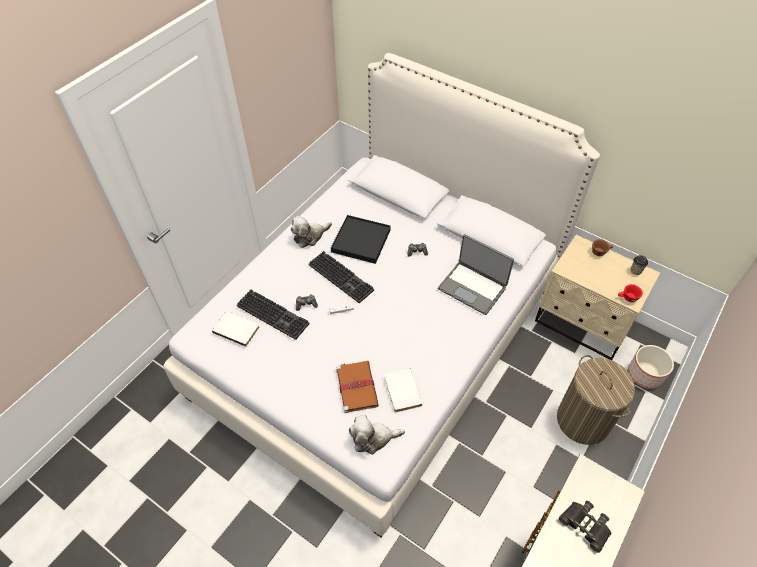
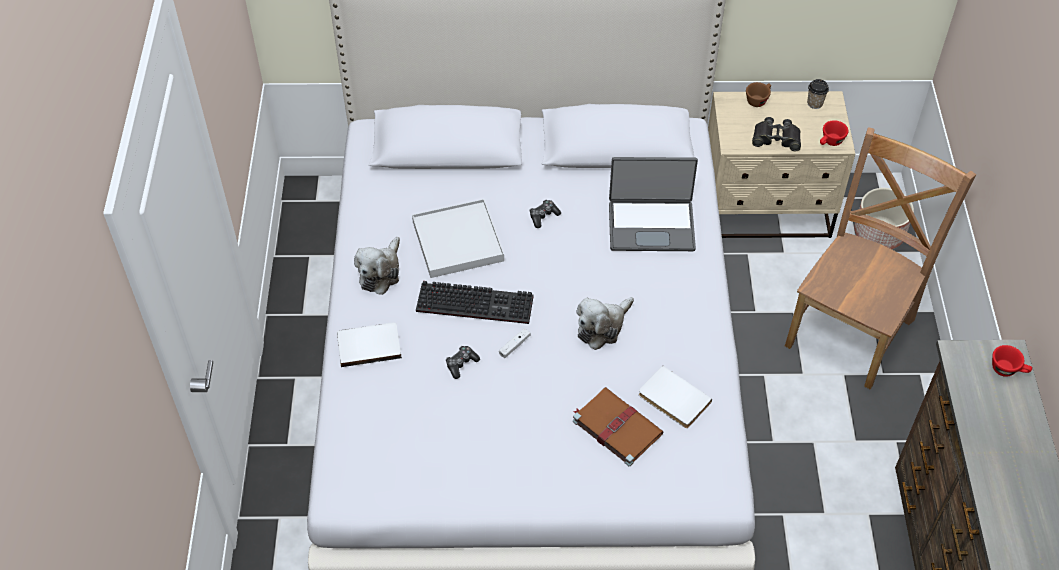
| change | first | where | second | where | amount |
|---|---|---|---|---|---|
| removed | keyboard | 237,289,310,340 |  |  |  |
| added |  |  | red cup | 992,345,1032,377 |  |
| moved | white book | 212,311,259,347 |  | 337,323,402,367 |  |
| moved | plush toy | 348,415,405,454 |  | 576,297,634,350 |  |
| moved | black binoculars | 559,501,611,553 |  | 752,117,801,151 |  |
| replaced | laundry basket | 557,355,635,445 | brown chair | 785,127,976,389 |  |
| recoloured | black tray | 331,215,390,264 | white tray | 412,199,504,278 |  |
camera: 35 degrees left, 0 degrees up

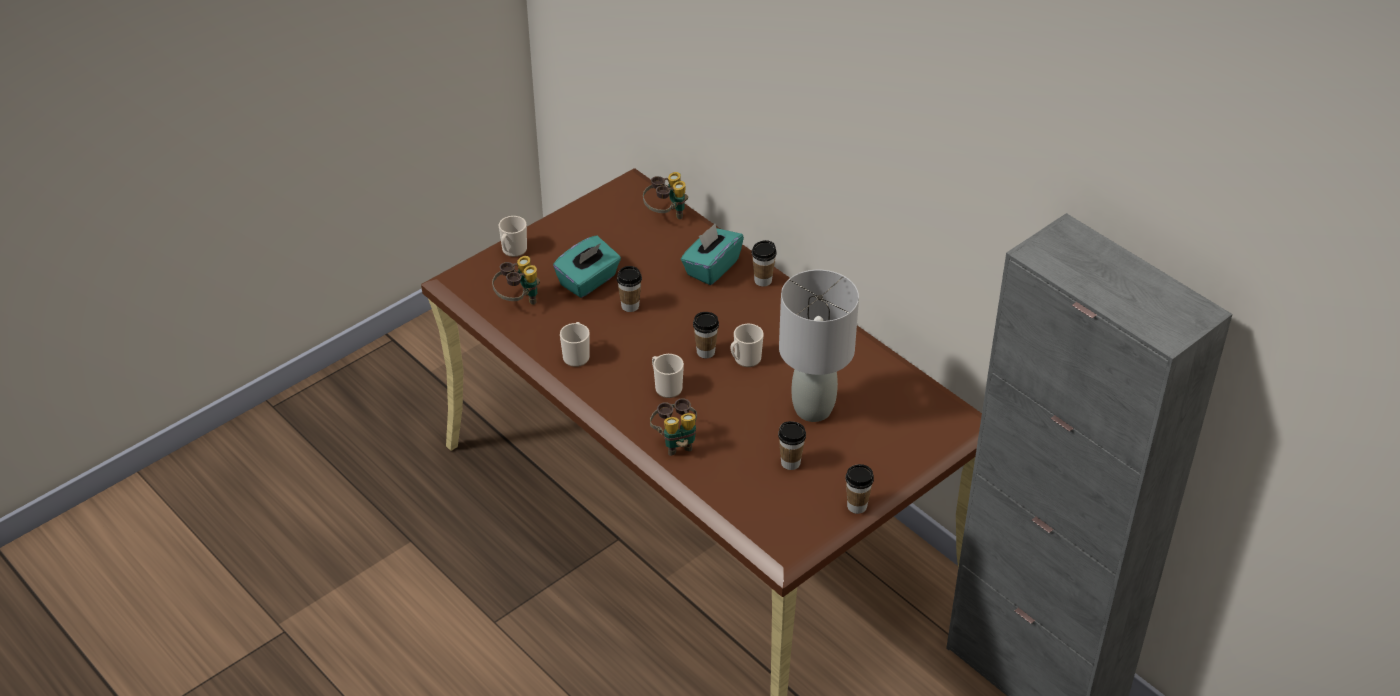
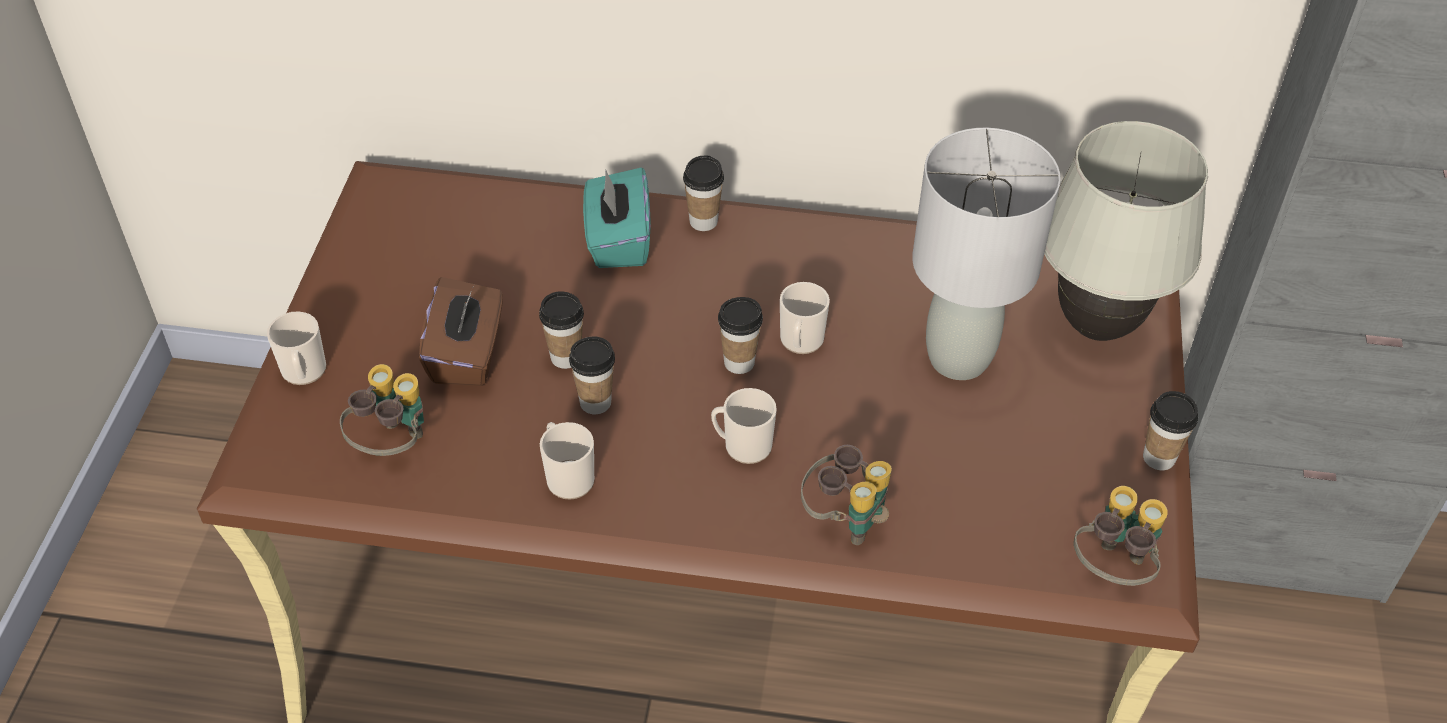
| change | first | where | second | where | amount |
|---|---|---|---|---|---|
| added |  |  | white table lamp | 1044,121,1208,341 |  |
| moved | binoculars | 643,172,688,219 |  | 1074,486,1168,586 |  |
| moved | cup | 778,421,806,470 |  | 569,337,615,414 |  |
| recoloured | turquoise tissue box | 553,236,621,298 | brown tissue box | 419,277,503,386 |  |
camera: 40 degrees left, 5 degrees up

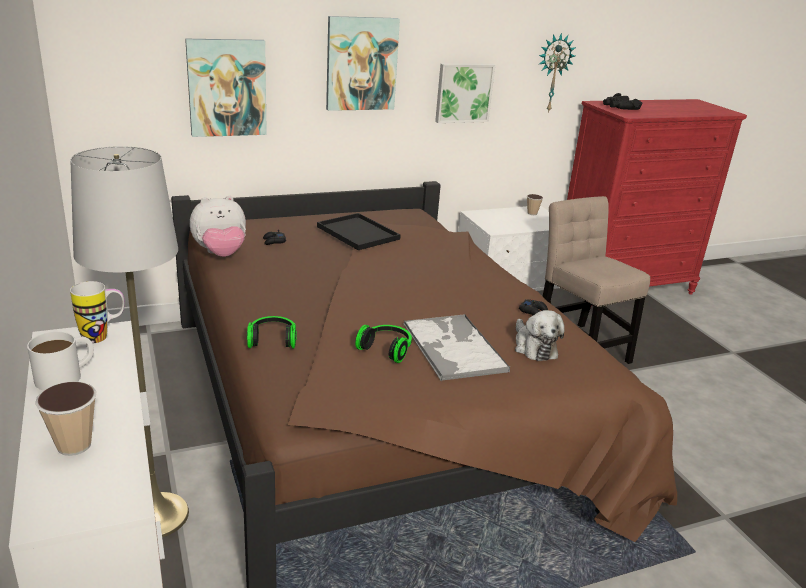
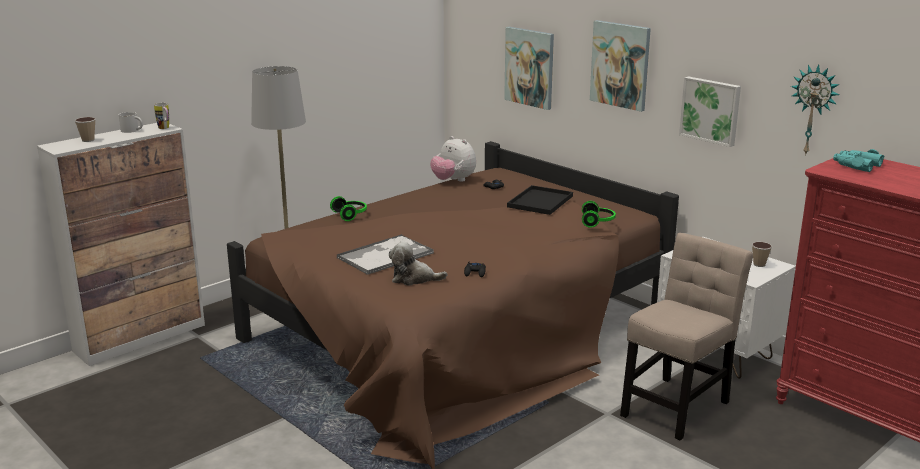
| change | first | where | second | where | amount |
|---|---|---|---|---|---|
| moved | headphones | 355,325,412,363 |  | 582,201,616,228 |  |
| recoloured | black binoculars | 603,93,642,110 | turquoise binoculars | 833,149,885,172 |  |
| turned | plush toy | 515,310,565,361 |  | 389,241,447,286 | 45 degrees clockwise |
camera: 70 degrees right, 5 degrees down

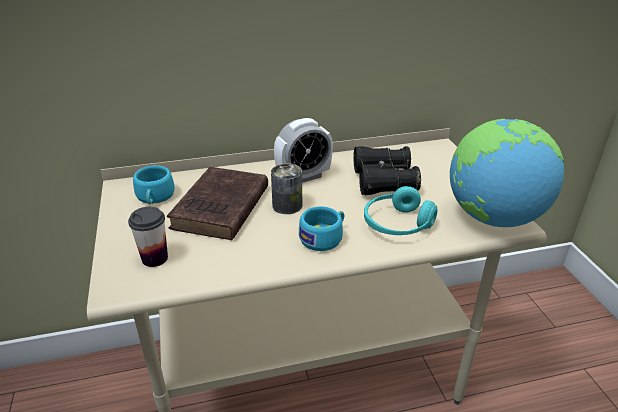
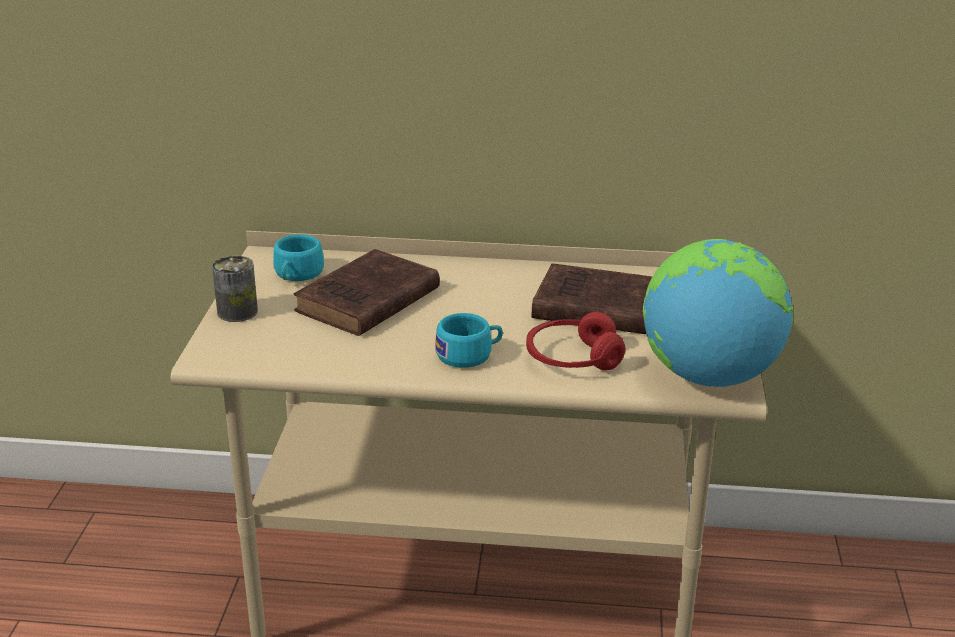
| change | first | where | second | where | amount |
|---|---|---|---|---|---|
| removed | cup | 128,207,168,267 |  |  |  |
| removed | alarm clock | 274,118,333,183 |  |  |  |
| moved | can | 271,163,302,214 |  | 212,256,258,322 |  |
| replaced | black binoculars | 354,146,421,195 | brown book | 531,263,652,334 |  |
| recoloured | turquoise headphones | 364,186,437,235 | red headphones | 526,312,625,370 |  |
camera: 20 degrees right, 5 degrees down

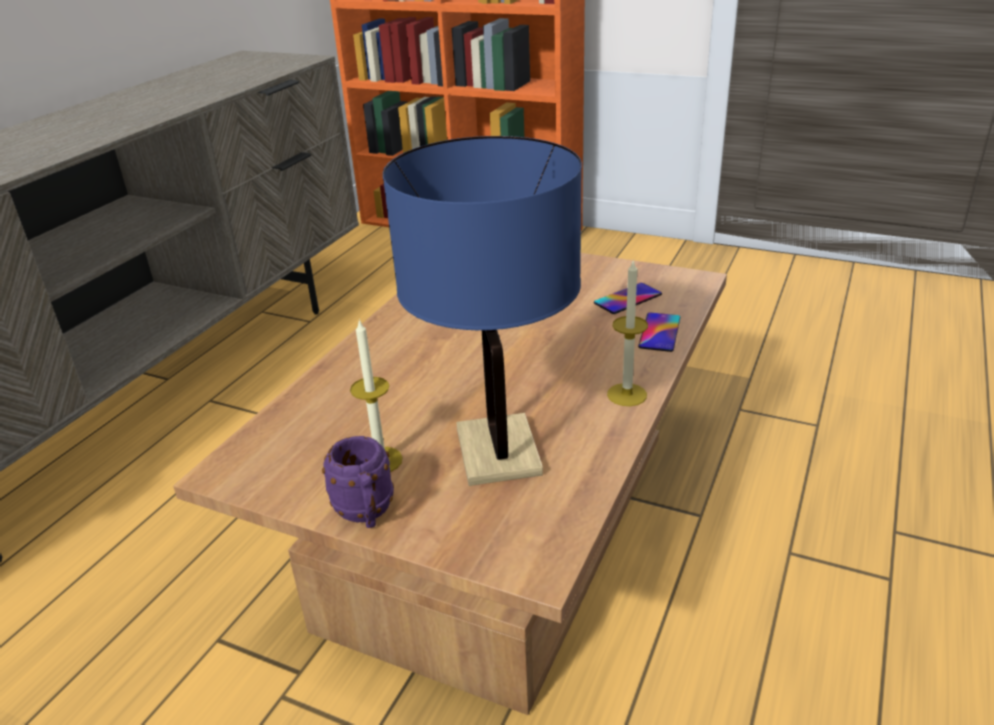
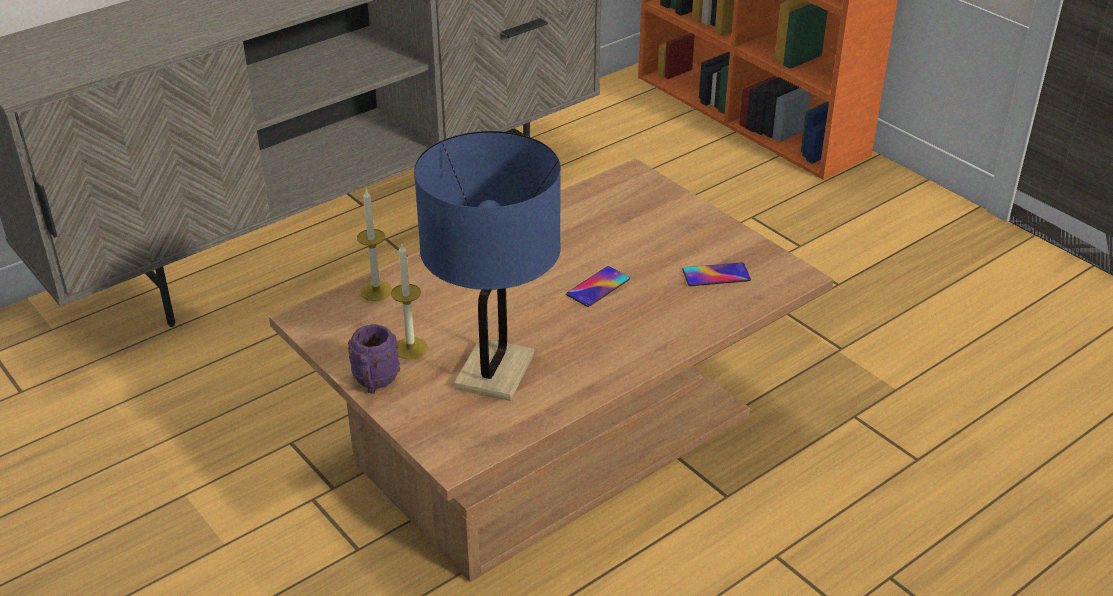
| change | first | where | second | where | amount |
|---|---|---|---|---|---|
| moved | candle | 607,259,648,406 |  | 357,190,393,301 |  |
| moved | phone | 638,312,680,352 |  | 566,266,630,307 |  |
camera: 25 degrees right, 5 degrees up

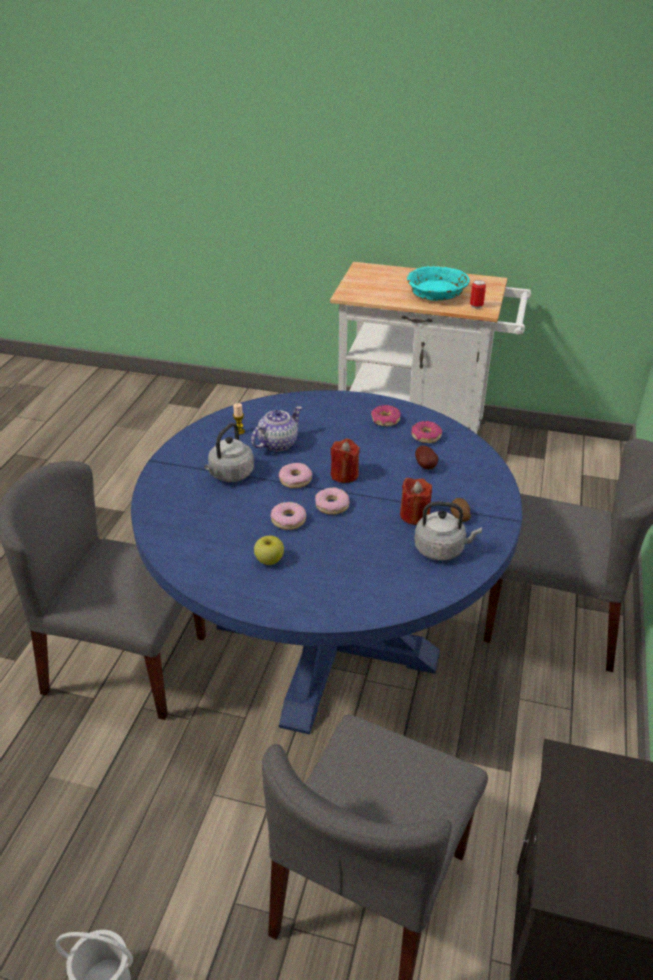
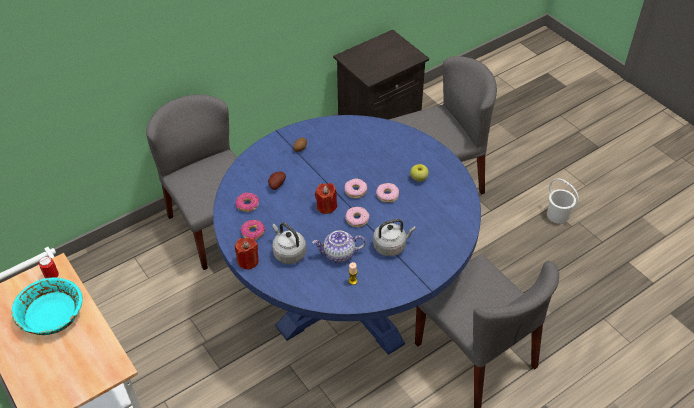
| change | first | where | second | where | amount |
|---|---|---|---|---|---|
| moved | red candle | 400,478,432,525 |  | 235,238,259,270 |  |
| moved | grey kettle | 414,501,482,561 |  | 272,223,306,264 |  |
camera: 140 degrees left, 10 degrees up

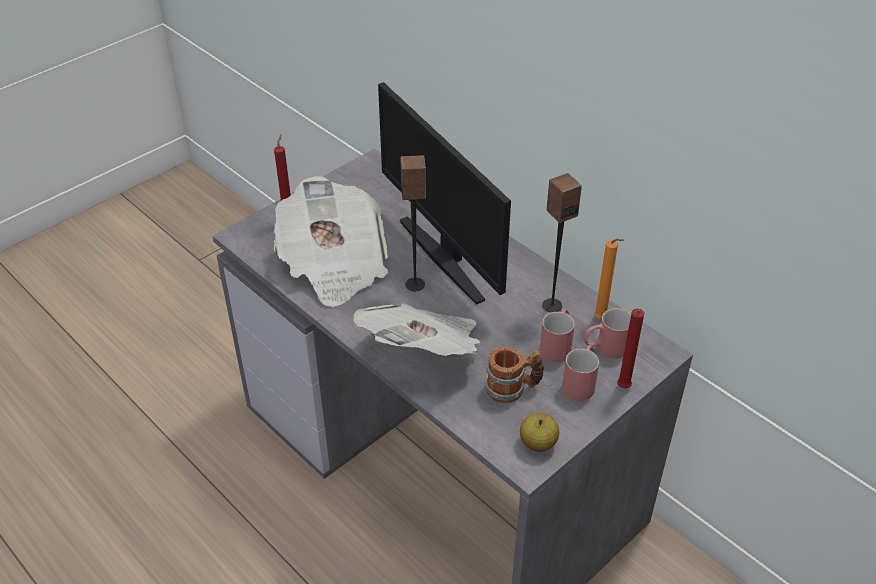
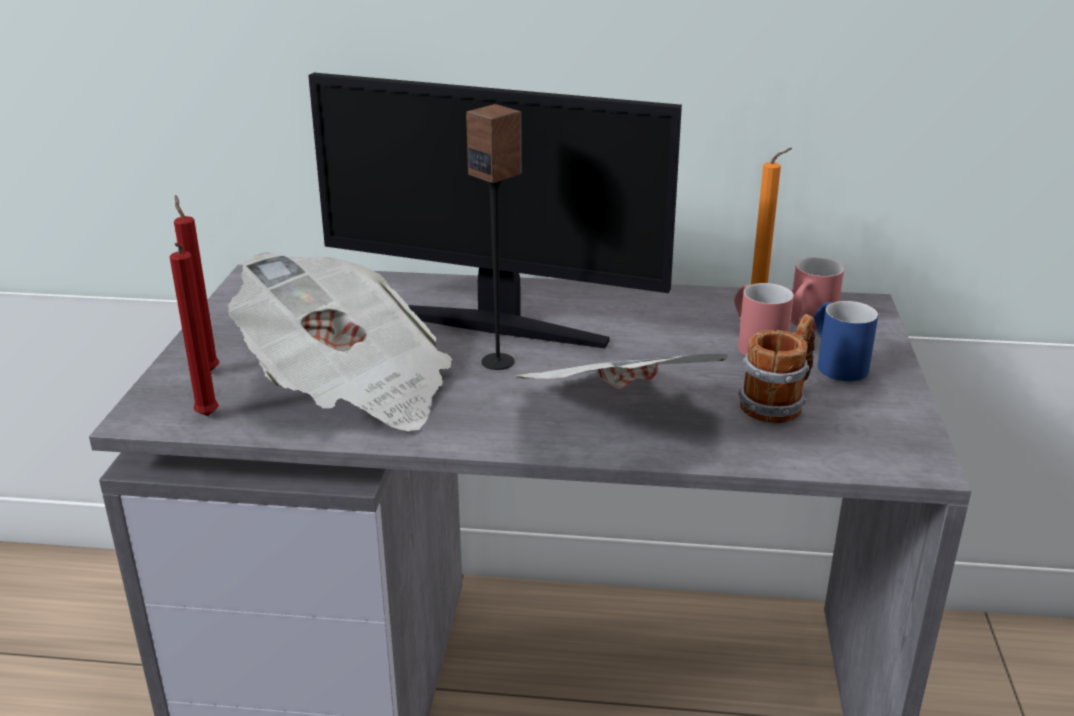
| change | first | where | second | where | amount |
|---|---|---|---|---|---|
| removed | apple | 520,413,559,452 |  |  |  |
| removed | speaker | 542,173,582,312 |  |  |  |
| moved | red candle | 617,309,644,389 |  | 169,243,219,416 |  |
| recoloured | red mug | 562,345,599,401 | blue mug | 815,301,878,381 |  |
camera: 40 degrees left, 15 degrees down

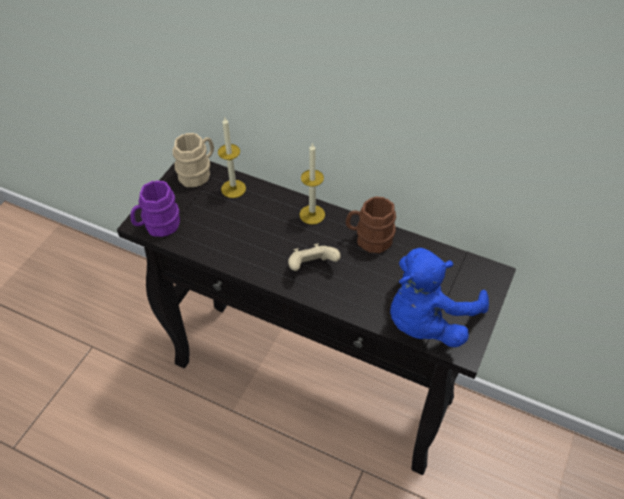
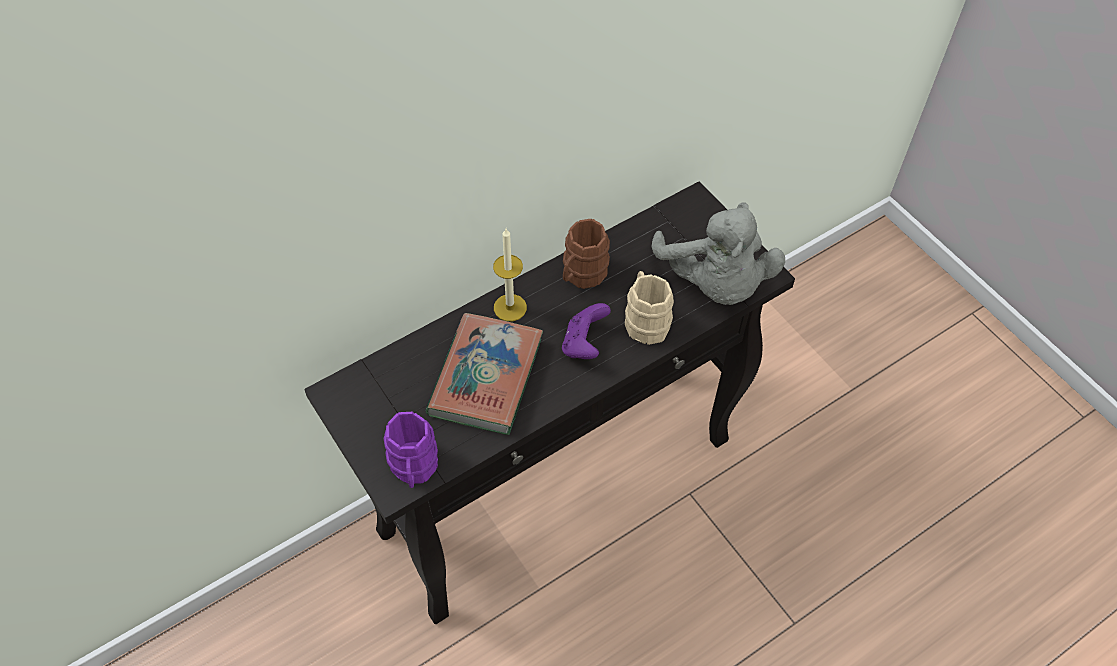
| change | first | where | second | where | amount |
|---|---|---|---|---|---|
| removed | candle | 218,116,246,198 |  |  |  |
| added |  |  | book | 426,313,543,435 |  |
| moved | beige mug | 173,133,214,187 |  | 625,271,674,345 |  |
| recoloured | beige game controller | 288,243,341,271 | purple game controller | 562,303,611,359 |  |
| recoloured | blue plush toy | 390,248,489,347 | grey plush toy | 652,203,785,305 |  |
camera: 60 degrees left, 5 degrees up

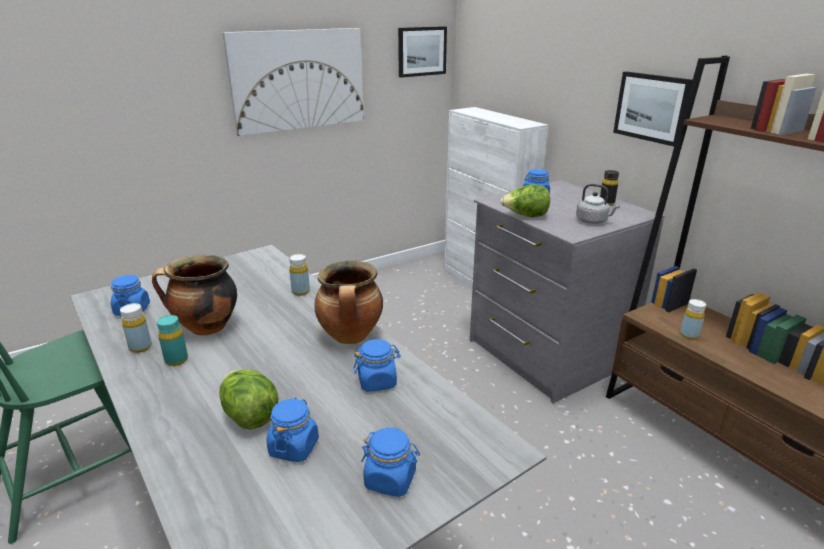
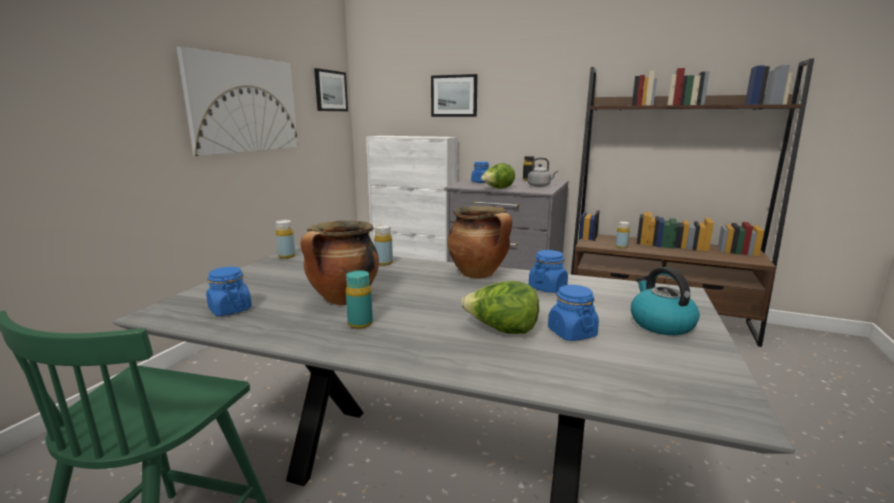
| change | first | where | second | where | amount |
|---|---|---|---|---|---|
| moved | yellow bottle | 120,303,152,353 |  | 276,220,296,259 |  |
| moved | picture | 613,71,692,147 |  | 431,74,478,117 |  |
| replaced | blue jar | 361,427,420,497 | kettle | 631,267,700,335 |  |
camera: 35 degrees left, 10 degrees down

